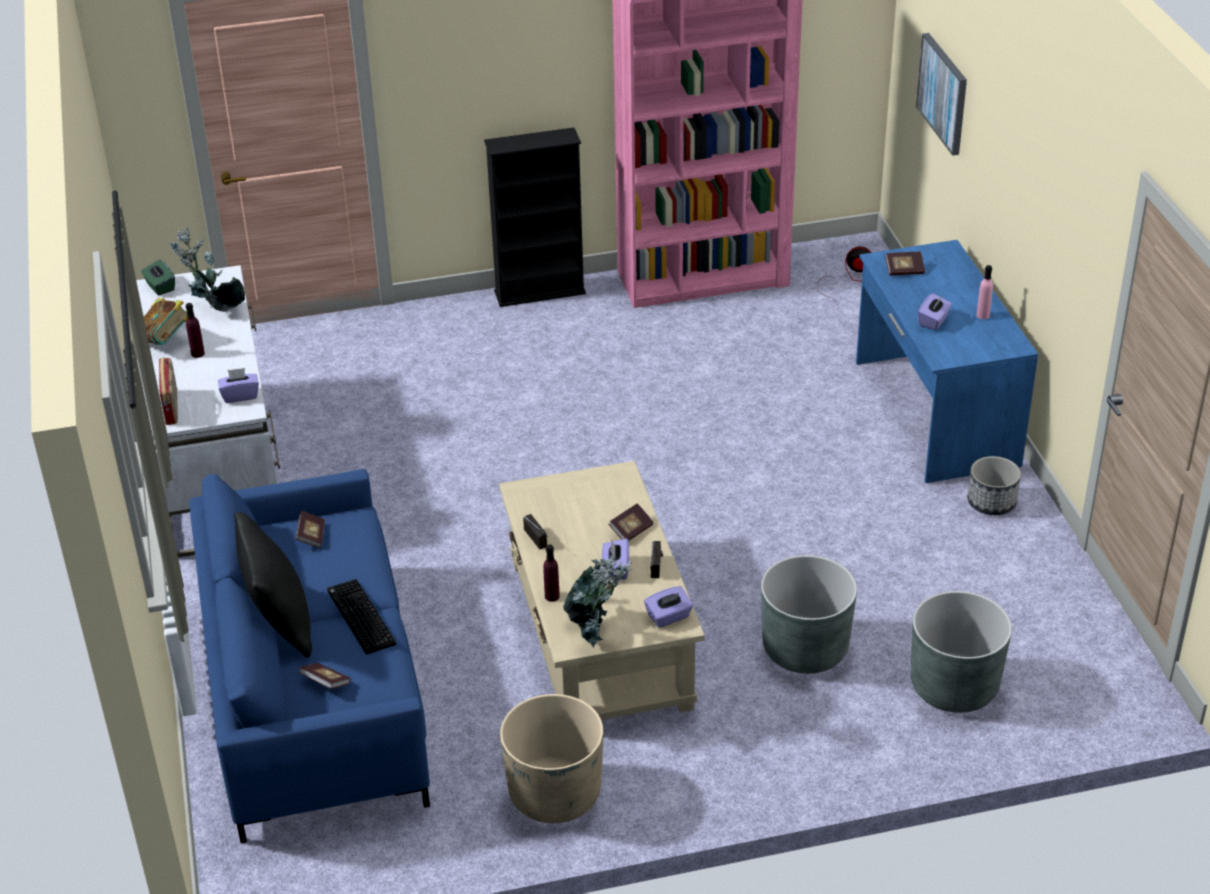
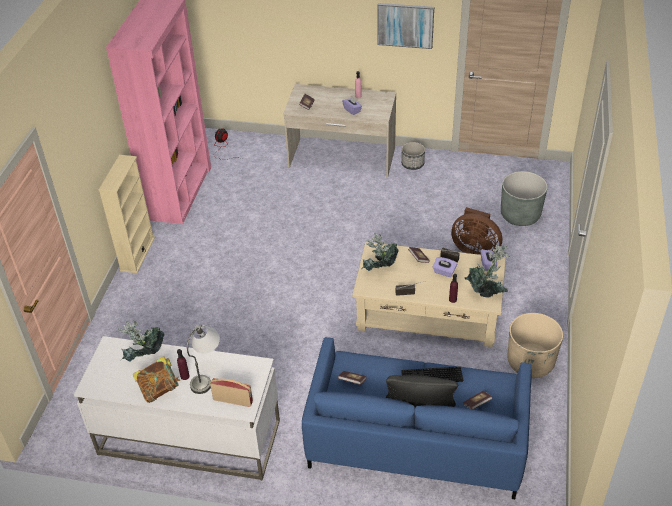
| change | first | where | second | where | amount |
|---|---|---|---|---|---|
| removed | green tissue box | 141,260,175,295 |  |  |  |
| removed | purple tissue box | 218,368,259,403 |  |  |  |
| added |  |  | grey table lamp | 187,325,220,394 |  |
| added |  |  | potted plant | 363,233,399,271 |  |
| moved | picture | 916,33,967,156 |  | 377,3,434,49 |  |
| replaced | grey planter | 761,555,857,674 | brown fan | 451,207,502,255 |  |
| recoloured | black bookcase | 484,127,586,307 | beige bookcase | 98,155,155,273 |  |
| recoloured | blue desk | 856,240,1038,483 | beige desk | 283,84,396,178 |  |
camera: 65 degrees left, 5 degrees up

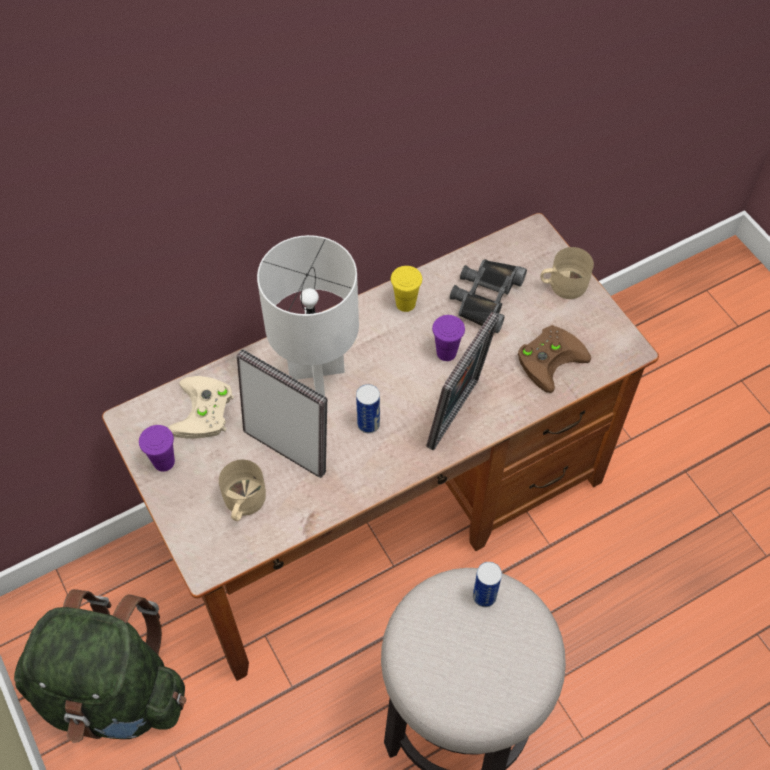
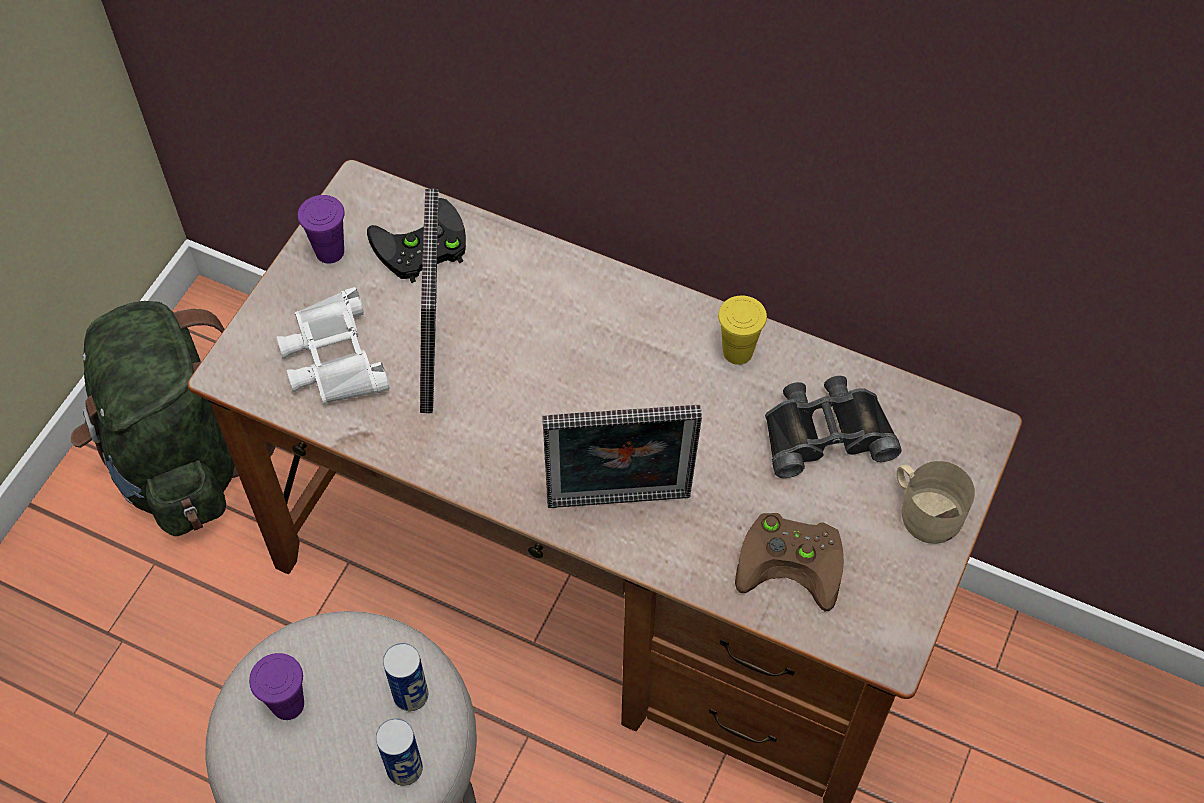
| change | first | where | second | where | amount |
|---|---|---|---|---|---|
| removed | white table lamp | 257,235,359,396 |  |  |  |
| moved | can | 356,384,380,433 |  | 376,718,423,786 |  |
| moved | purple cup | 432,315,465,361 |  | 249,653,304,720 |  |
| replaced | beige mug | 219,460,266,521 | white binoculars | 276,287,390,404 |  |
| recoloured | beige game controller | 168,376,234,439 | black game controller | 367,198,466,283 |  |
camera: 55 degrees right, 0 degrees up

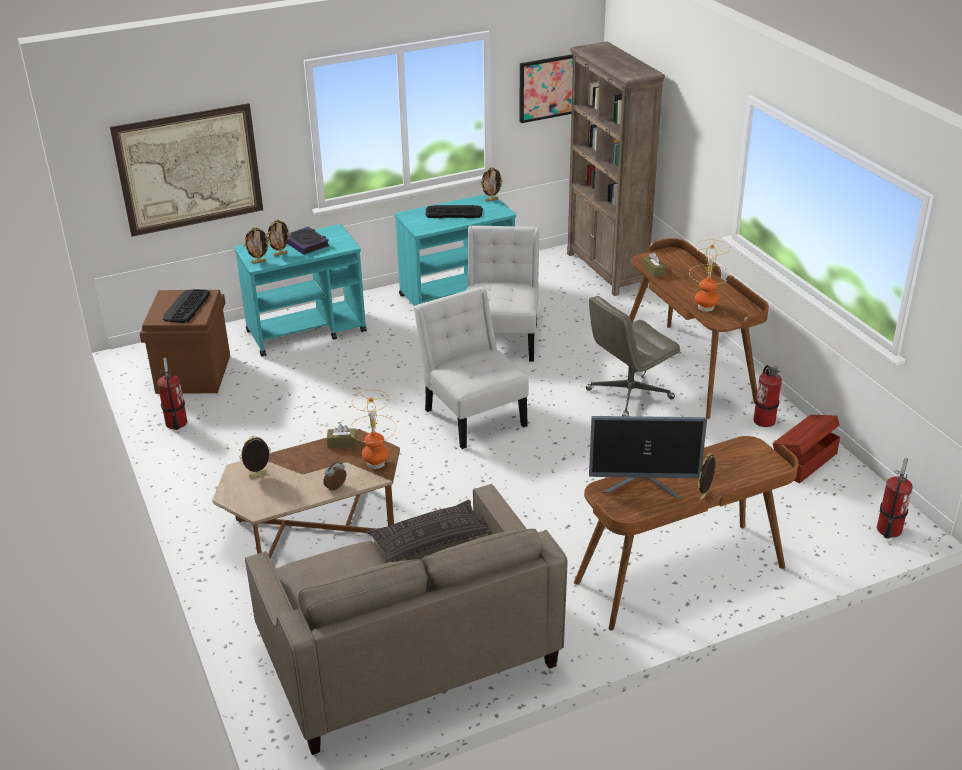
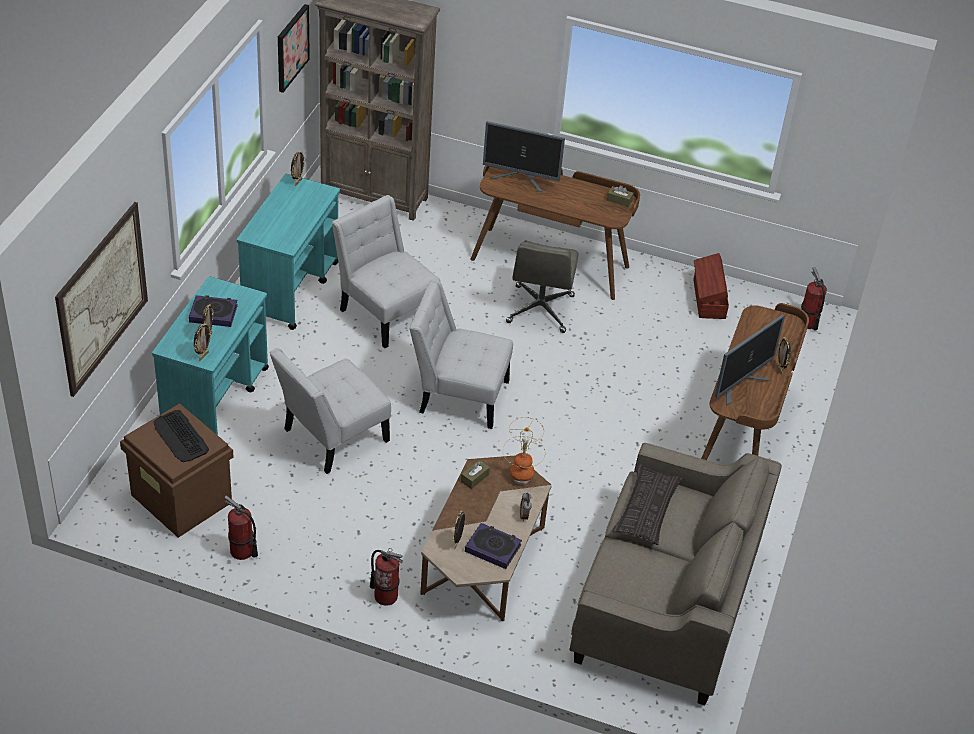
| change | first | where | second | where | amount |
|---|---|---|---|---|---|
| removed | keyboard | 425,205,483,218 |  |  |  |
| removed | table lamp | 689,239,731,312 |  |  |  |
| added |  |  | white chair | 270,348,391,474 |  |
| added |  |  | book | 465,523,522,569 |  |
| added |  |  | monitor | 483,121,565,192 |  |
| moved | brown tissue box | 643,253,666,278 |  | 607,185,634,207 |  |
| moved | fire extinguisher | 754,365,782,427 |  | 370,548,403,606 |  |
camera: 50 degrees left, 10 degrees up

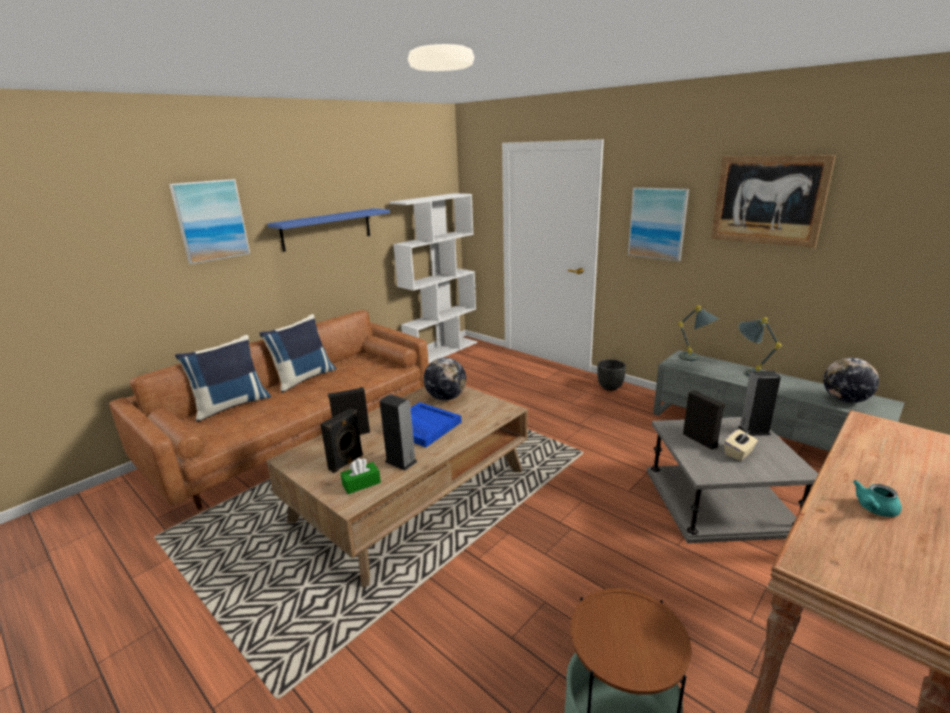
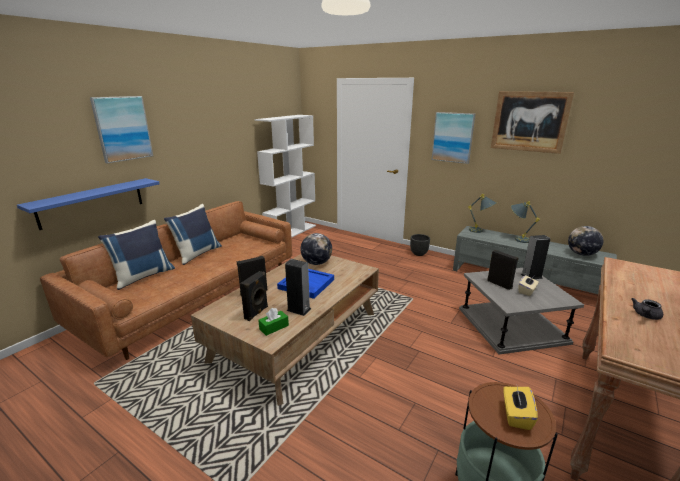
| change | first | where | second | where | amount |
|---|---|---|---|---|---|
| added |  |  | yellow tissue box | 503,387,538,430 |  |
| moved | blue shelf | 267,208,390,252 |  | 17,178,160,230 |  |
| recoloured | turquoise teapot | 853,480,902,517 | grey teapot | 631,298,663,320 |  |
camera: 10 degrees left, 0 degrees up

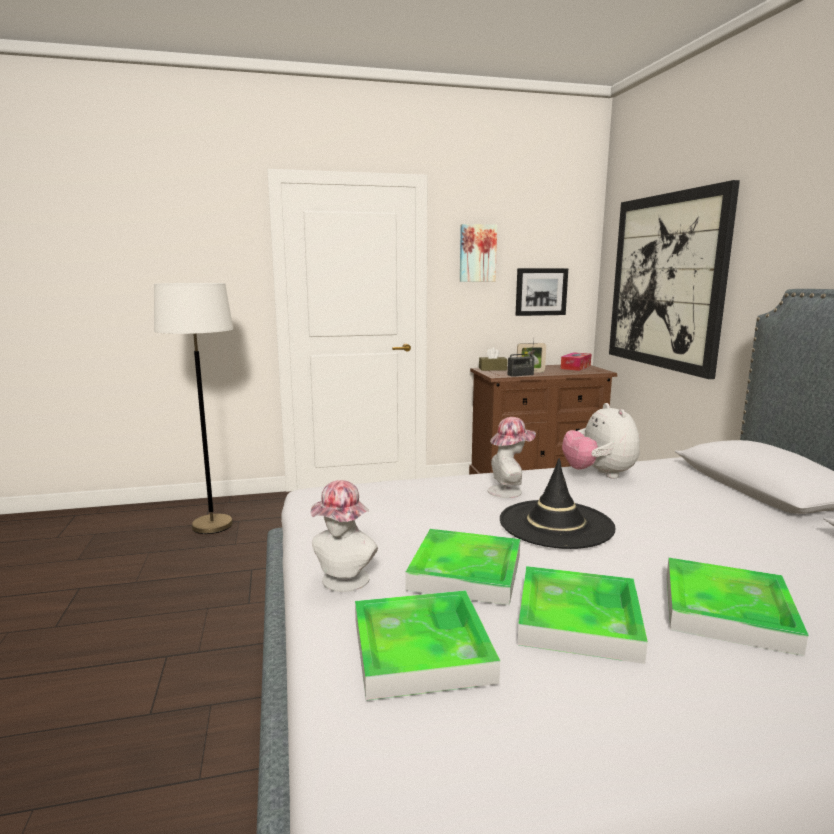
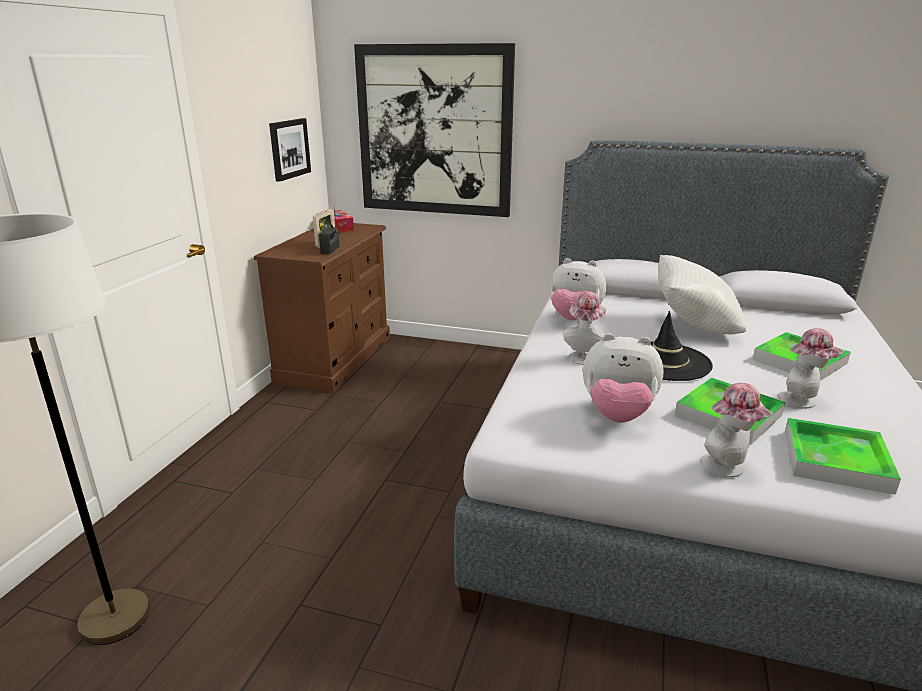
| change | first | where | second | where | amount |
|---|---|---|---|---|---|
| removed | picture | 460,224,497,282 |  |  |  |
| removed | brown tissue box | 479,347,507,371 |  |  |  |
| added |  |  | plush toy | 583,333,664,423 |  |
| added |  |  | white pillow | 658,255,747,334 |  |
| replaced | tray | 517,566,648,664 | hat | 778,328,845,408 |  |
camera: 60 degrees left, 10 degrees up

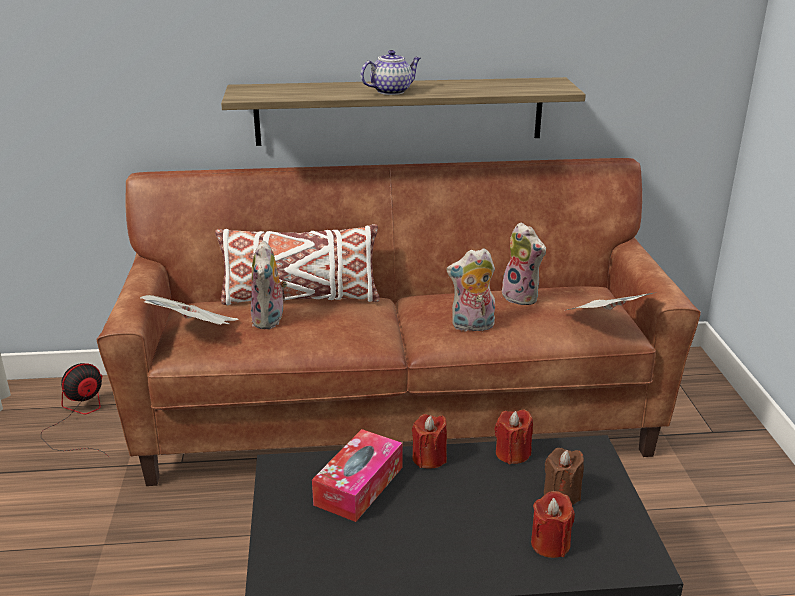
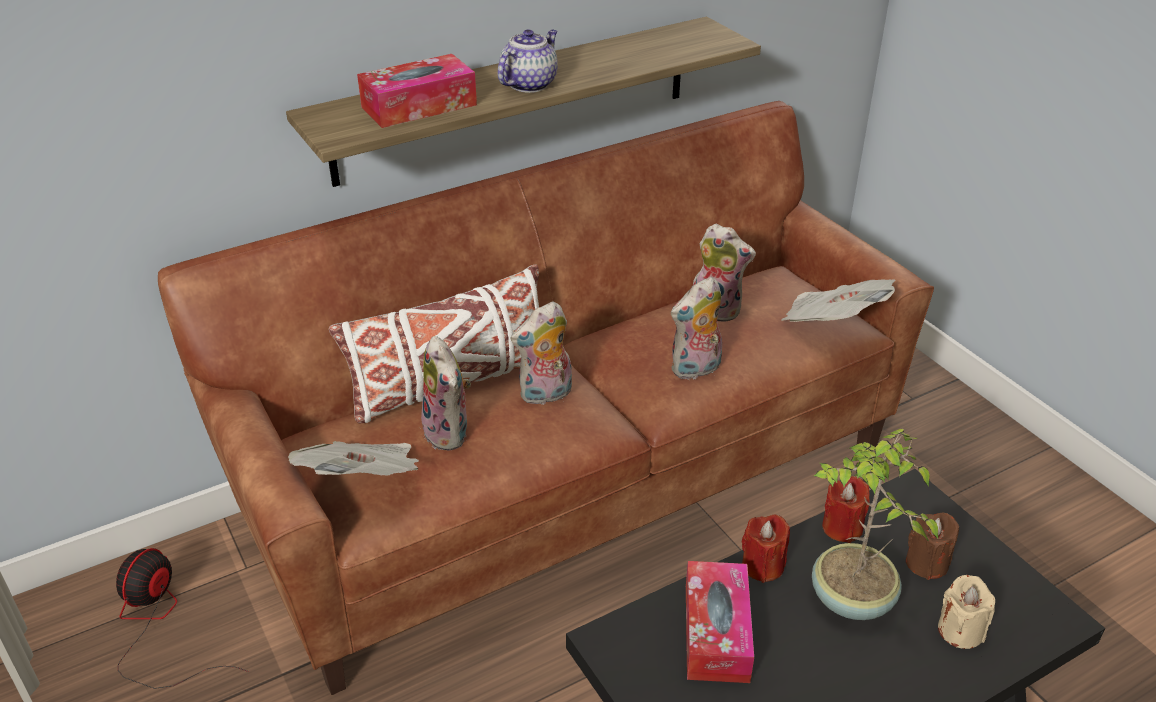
| change | first | where | second | where | amount |
|---|---|---|---|---|---|
| added |  |  | tissue box | 357,54,477,128 |  |
| added |  |  | plush toy | 510,301,572,405 |  |
| added |  |  | potted plant | 812,429,938,620 |  |
| recoloured | red candle | 531,491,575,558 | beige candle | 938,575,995,649 |  |
camera: 25 degrees left, 10 degrees up

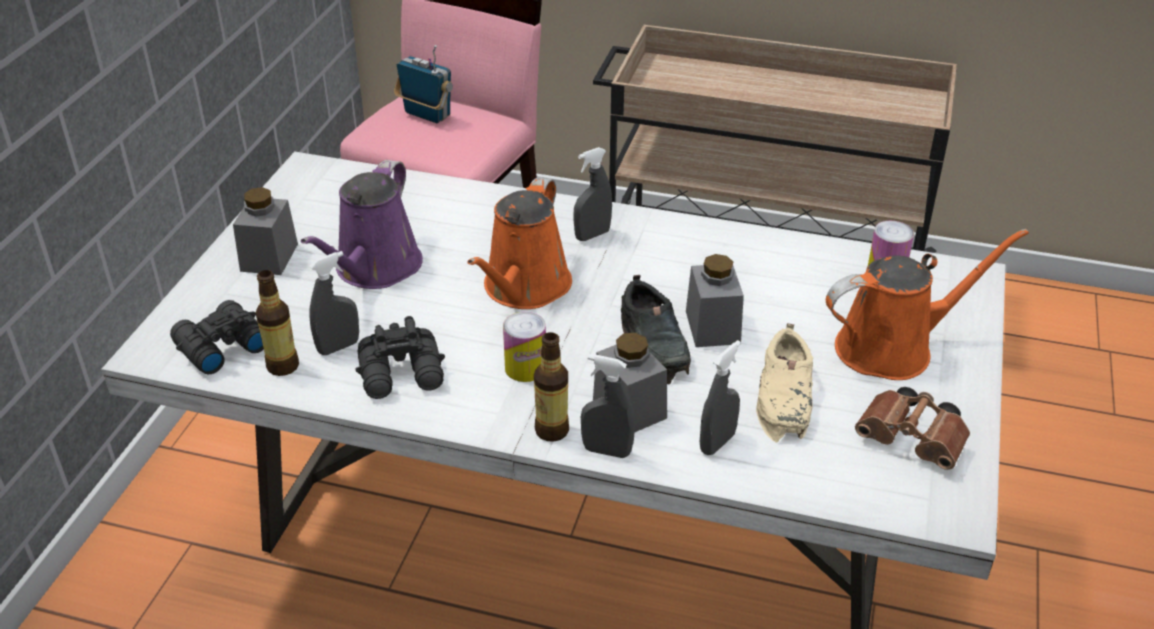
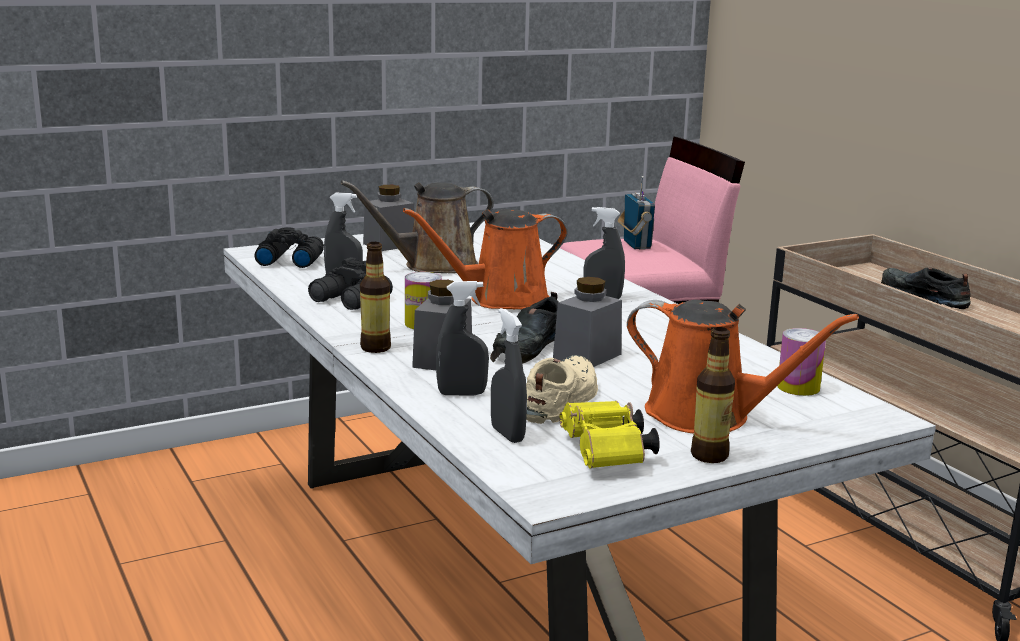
| change | first | where | second | where | amount |
|---|---|---|---|---|---|
| added |  |  | black shoe | 881,268,971,309 |  |
| moved | bottle | 256,270,299,376 |  | 691,327,735,463 |  |
| moved | grey spray bottle | 581,354,635,458 |  | 491,308,527,443 |  |
| recoloured | purple watering can | 301,160,423,289 | brown watering can | 341,181,493,273 |  |
| recoloured | brown binoculars | 855,387,970,470 | yellow binoculars | 559,401,660,468 |  |
| turned | beige shoe | 756,324,813,443 |  | 526,355,598,424 | 150 degrees clockwise |
camera: 45 degrees right, 20 degrees down

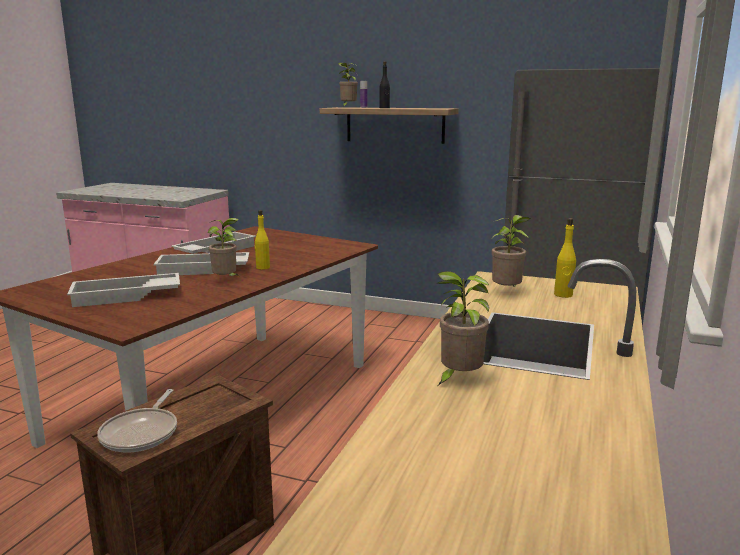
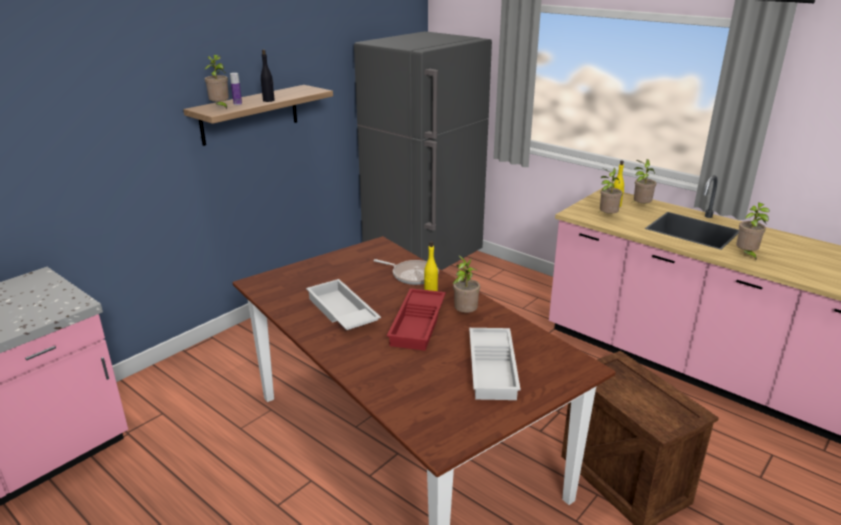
| change | first | where | second | where | amount |
|---|---|---|---|---|---|
| added |  |  | potted plant | 633,159,656,203 |  |
| moved | frying pan | 97,389,177,453 |  | 373,259,439,285 |  |
| recoloured | white tray | 153,252,249,275 | red tray | 387,288,446,351 |  |
camera: 70 degrees left, 10 degrees up

